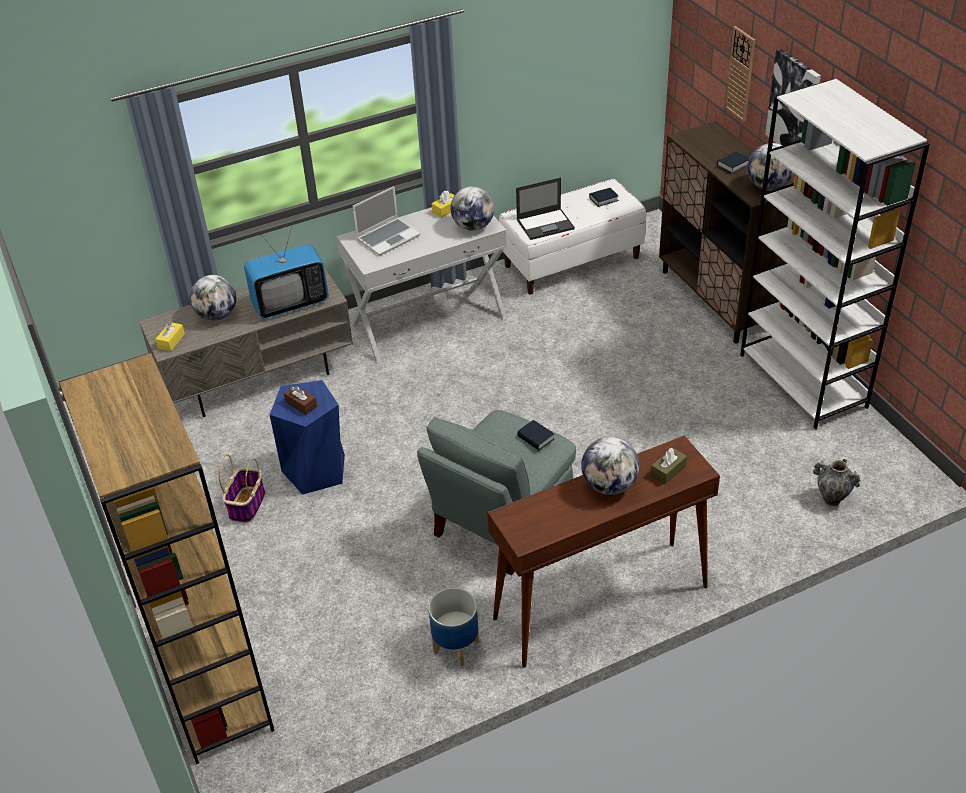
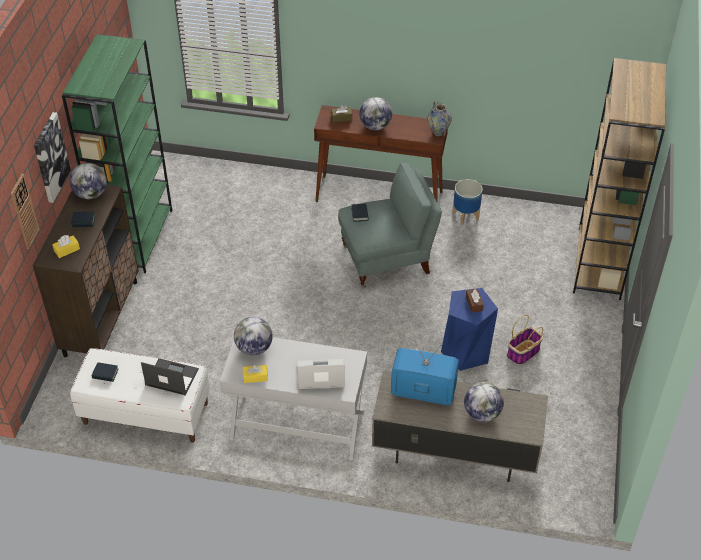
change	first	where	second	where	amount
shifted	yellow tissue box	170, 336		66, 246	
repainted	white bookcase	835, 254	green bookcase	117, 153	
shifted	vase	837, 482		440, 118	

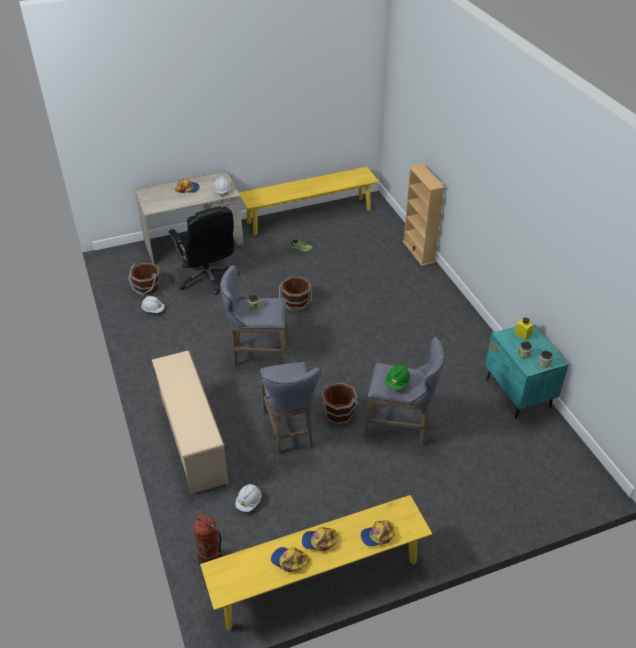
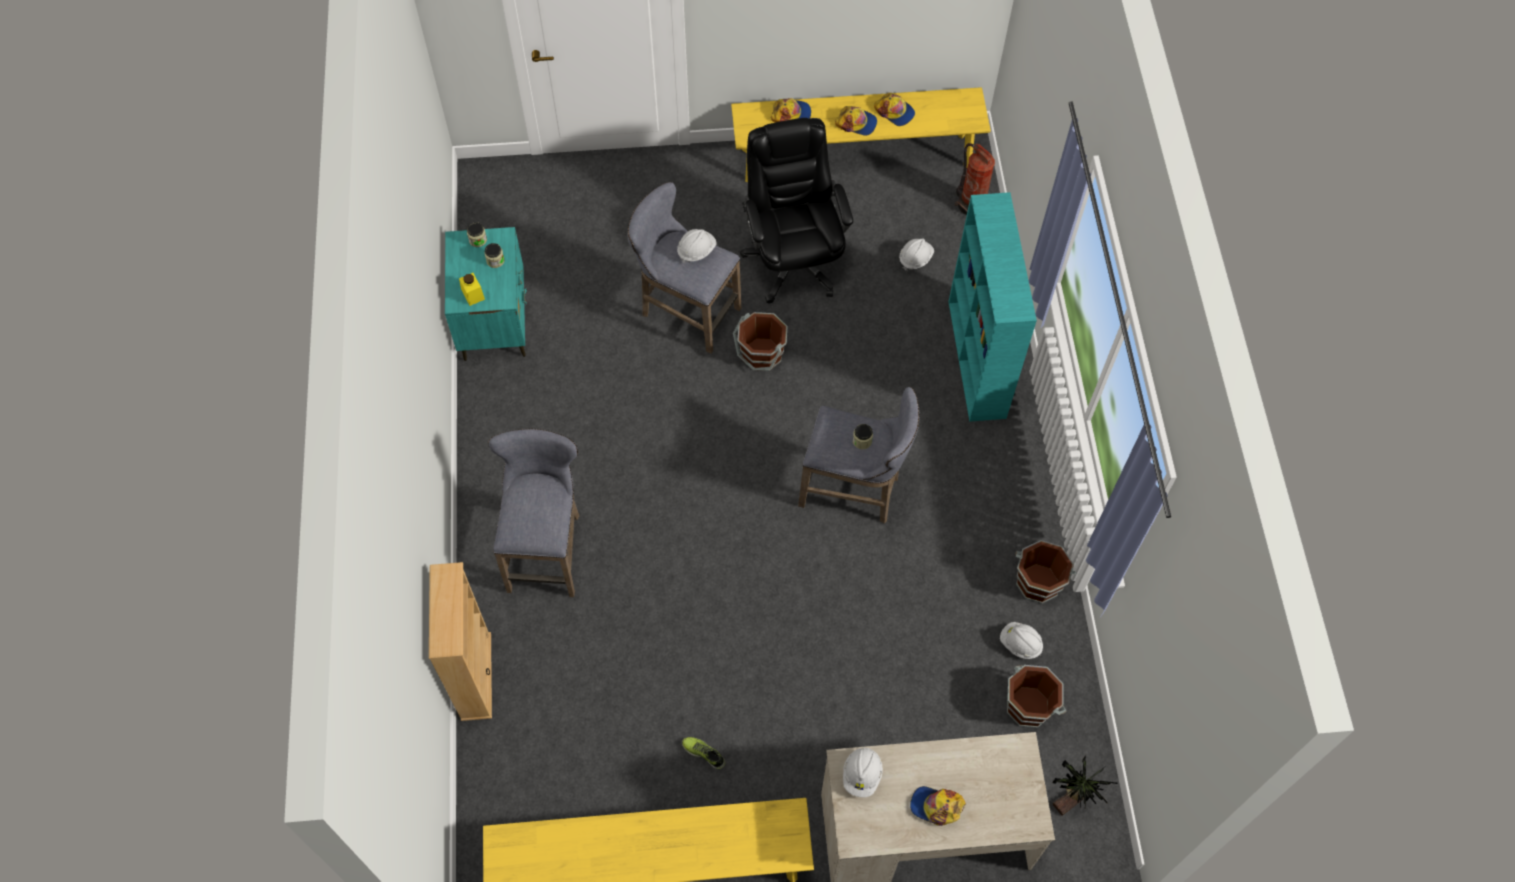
change	first	where	second	where	amount
swapped	beige shoe rack	190, 422	turquoise bookcase	992, 307	
shifted	black office chair	204, 250		796, 211	
shifted	grey stool	290, 408		533, 512	
shifted	brown bucket	295, 294		1045, 572	
repainted	green hard hat	397, 377	white hard hat	697, 246	
new			potted plant	1085, 785	

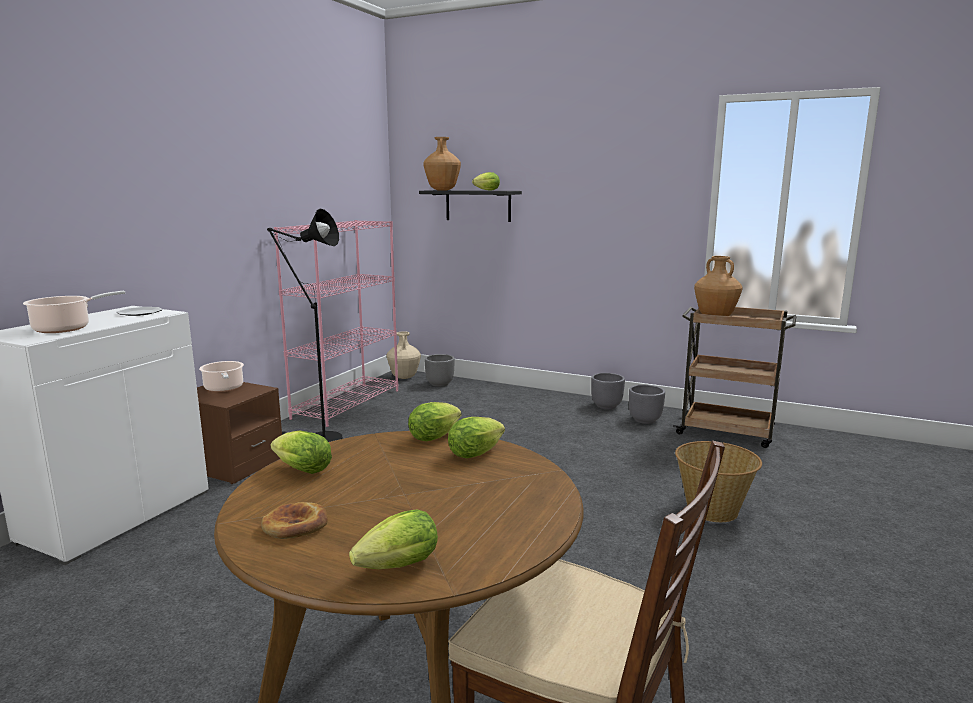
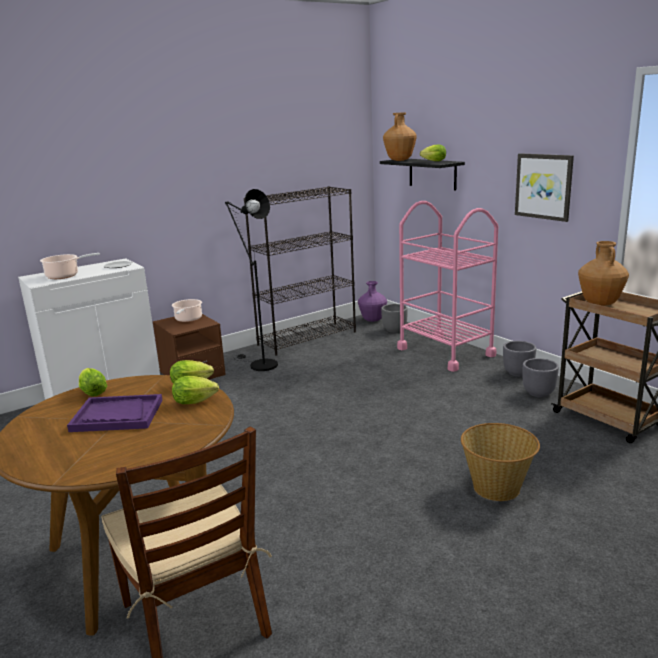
change	first	where	second	where	amount
gone	bread	294, 520			
repainted	pink bookcase	336, 323	black bookcase	300, 270	
gone	lettuce	393, 539			
repainted	beige vase	404, 355	purple vase	372, 301	
new			purple tray	115, 413	
new			pink cart	447, 286	
new			picture	544, 187	

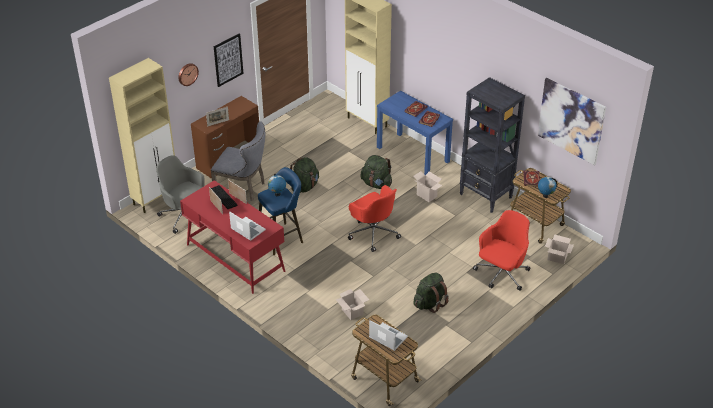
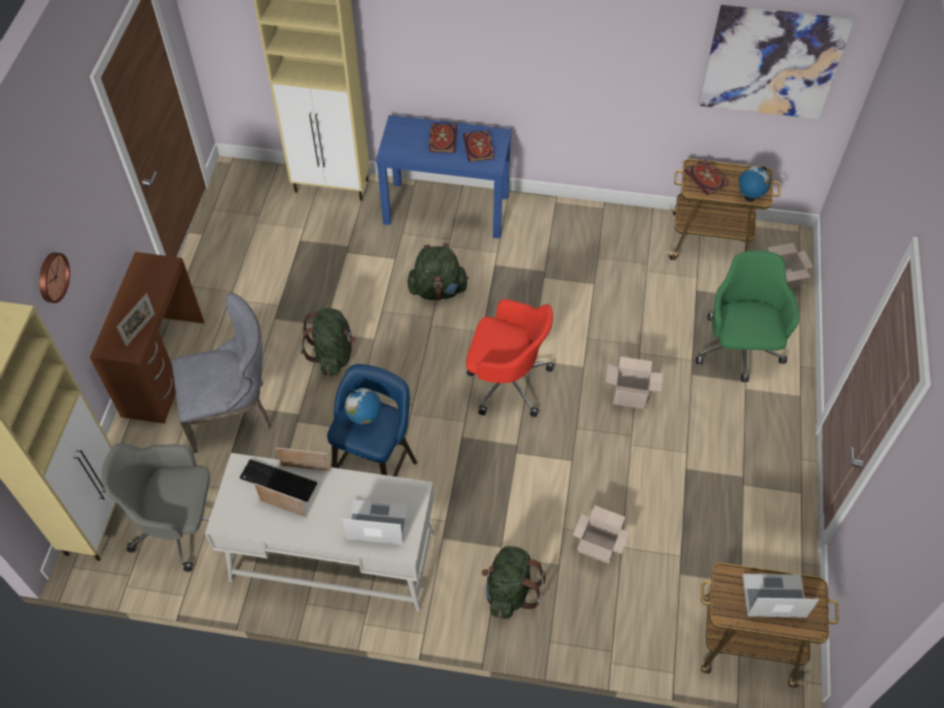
change	first	where	second	where	amount
repainted	red desk	232, 237	white desk	320, 532	
gone	picture	229, 60			
shifted	cardboard box	428, 186		634, 383	
shifted	green backpack	431, 292		514, 582	
gone	black bookcase	492, 145			
repainted	red office chair	502, 250	green office chair	748, 316	

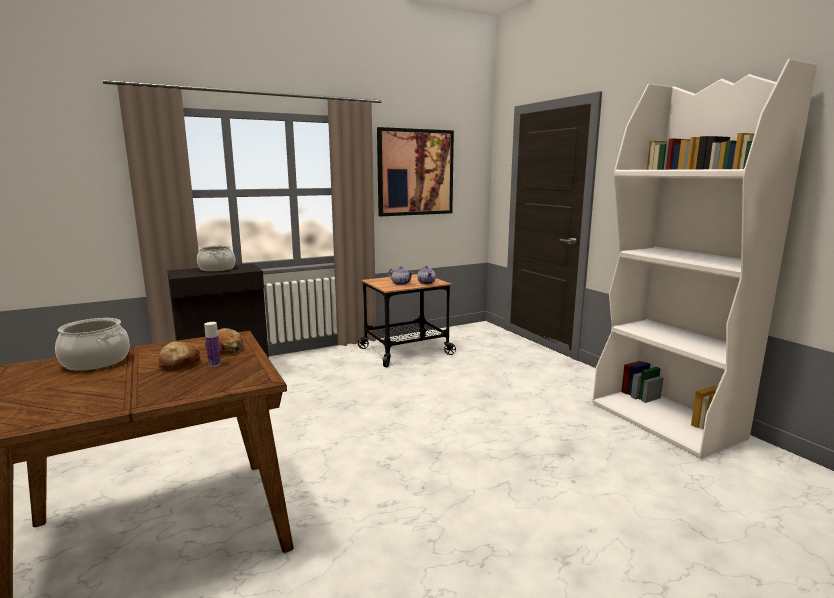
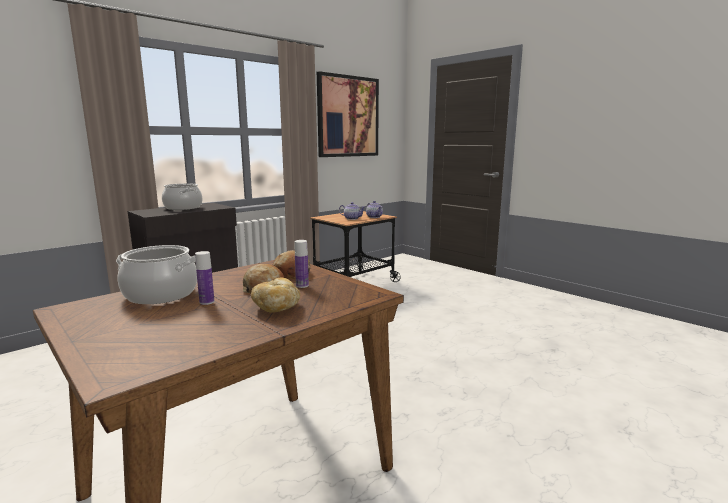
change	first	where	second	where	amount
gone	white bookcase	705, 259			
new			bottle	204, 278	
new			bread	275, 295	

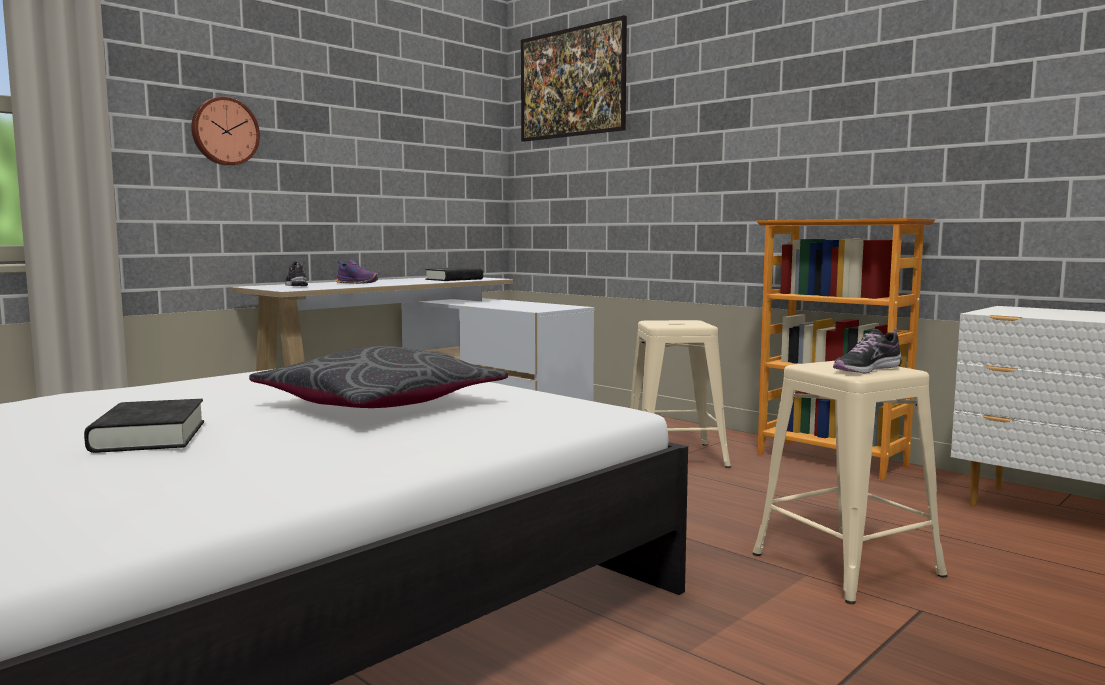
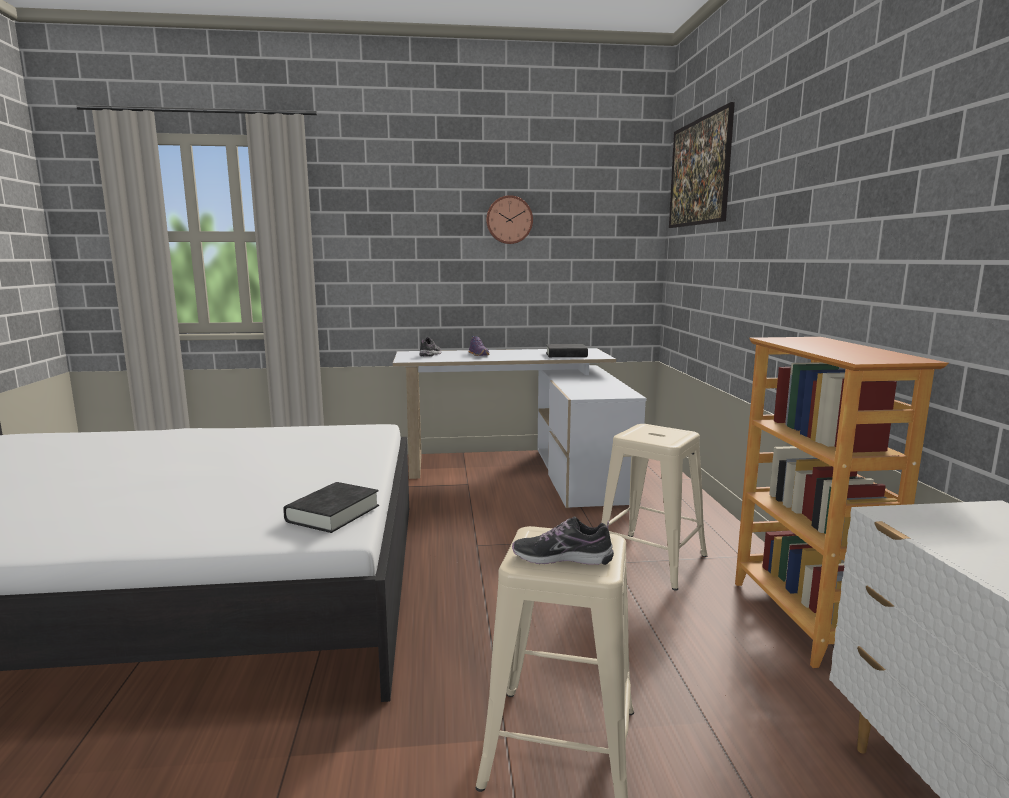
change	first	where	second	where	amount
shifted	black book	144, 426		331, 507	
shifted	wall clock	225, 131		509, 219	
gone	grey pillow	378, 377			

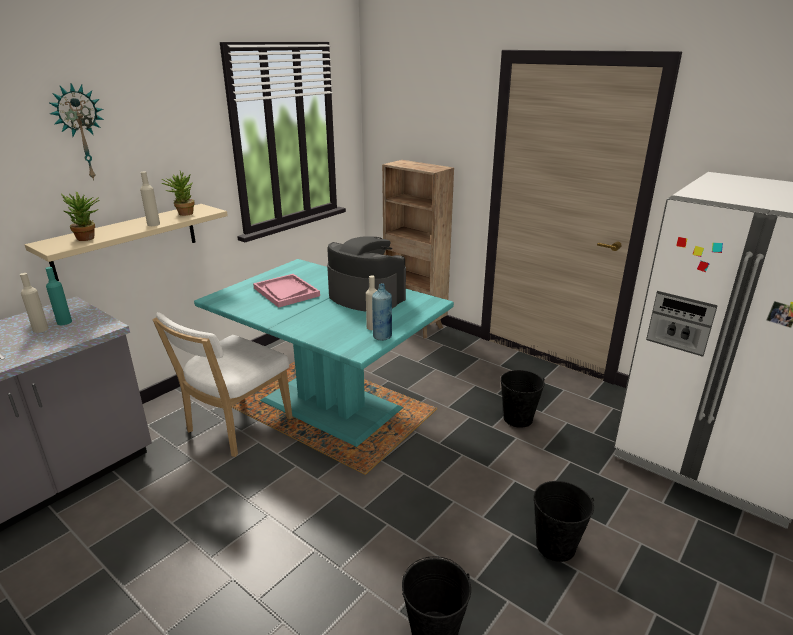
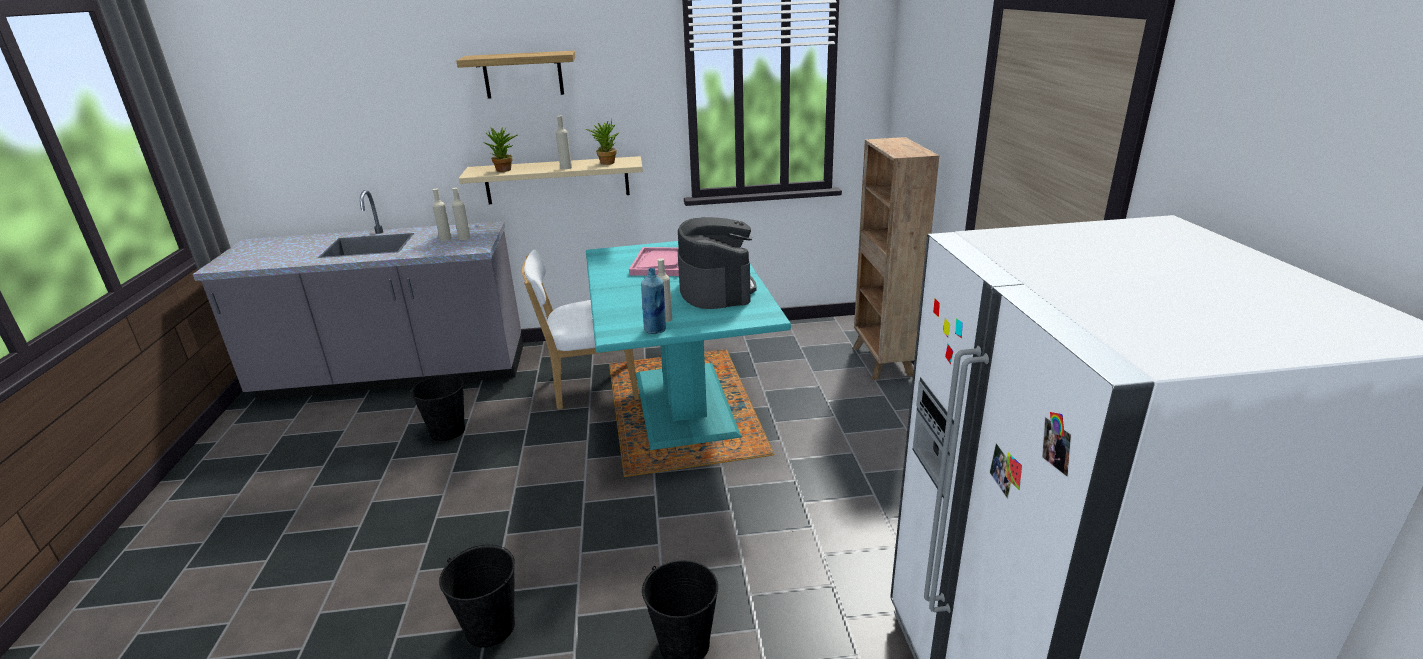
change	first	where	second	where	amount
repainted	turquoise bottle	58, 296	beige bottle	461, 214	
swapped	wall clock	76, 132	shelf	515, 75	
shifted	black bucket	523, 399		437, 408	

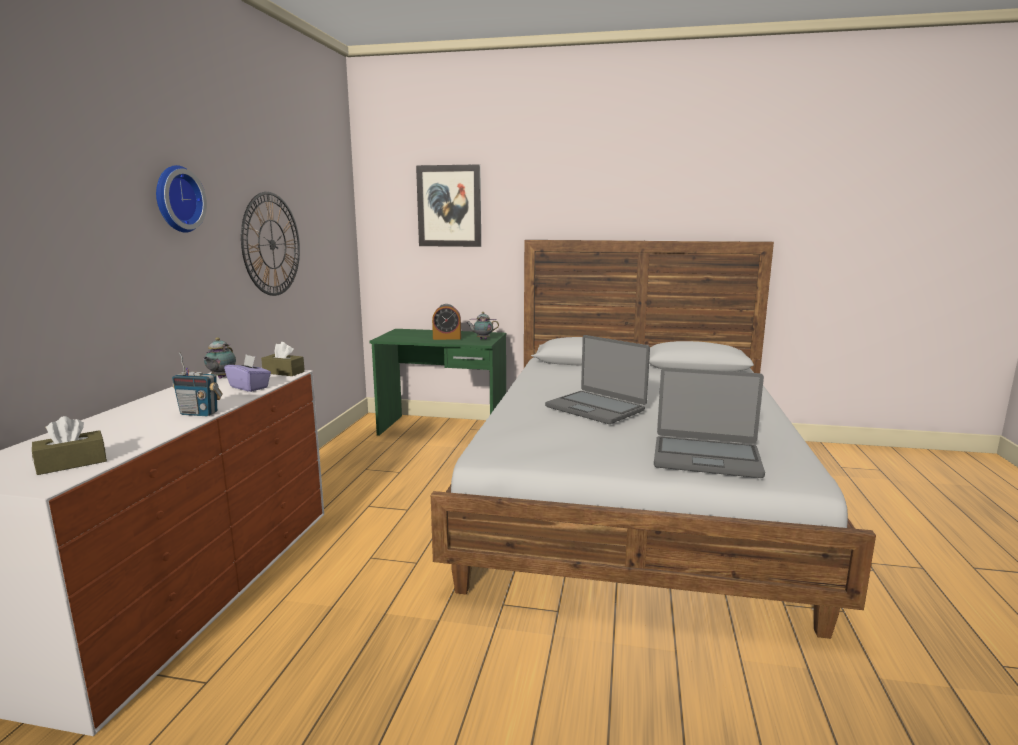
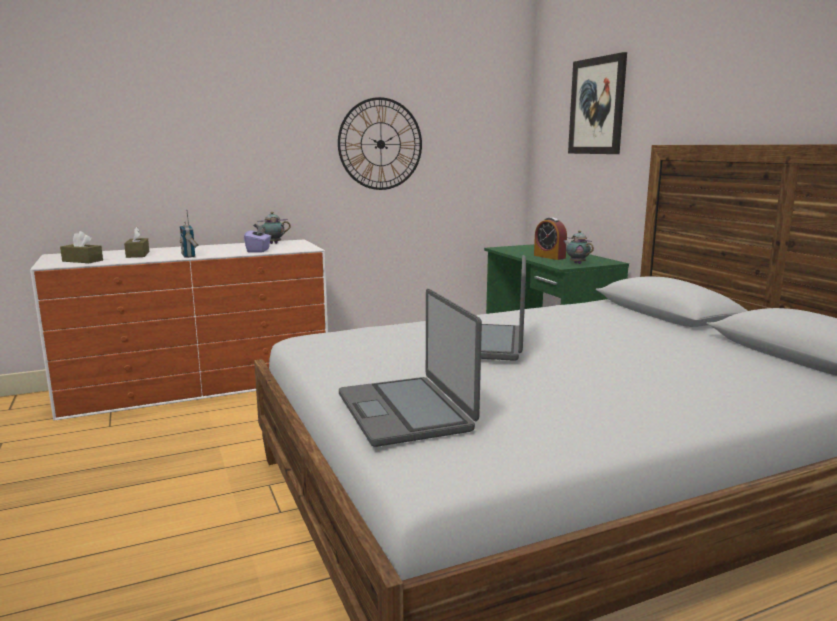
change	first	where	second	where	amount
gone	wall clock	181, 199			
shifted	brown tissue box	283, 359		137, 242	

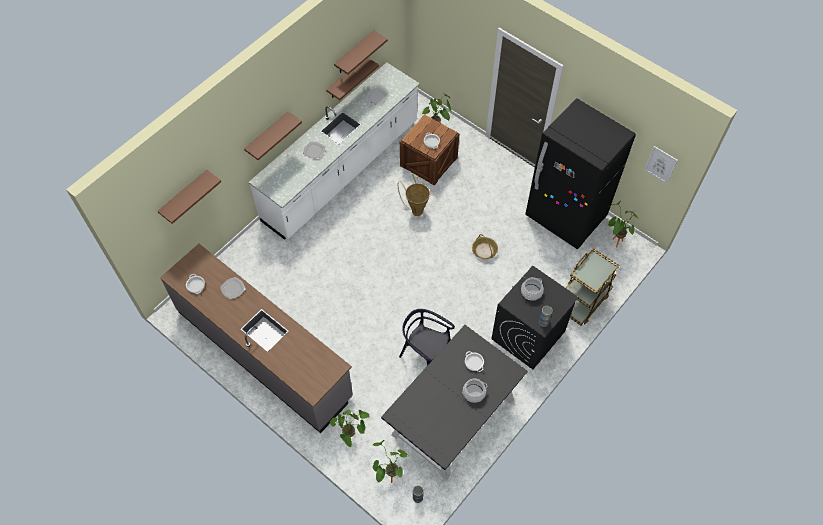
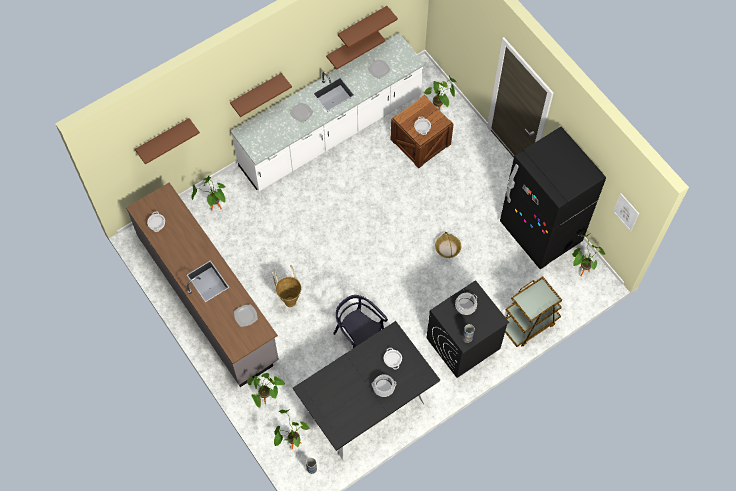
change	first	where	second	where	amount
shifted	plate	233, 288		246, 315	
shifted	basket	414, 195		287, 286	
new			potted plant	208, 193	

